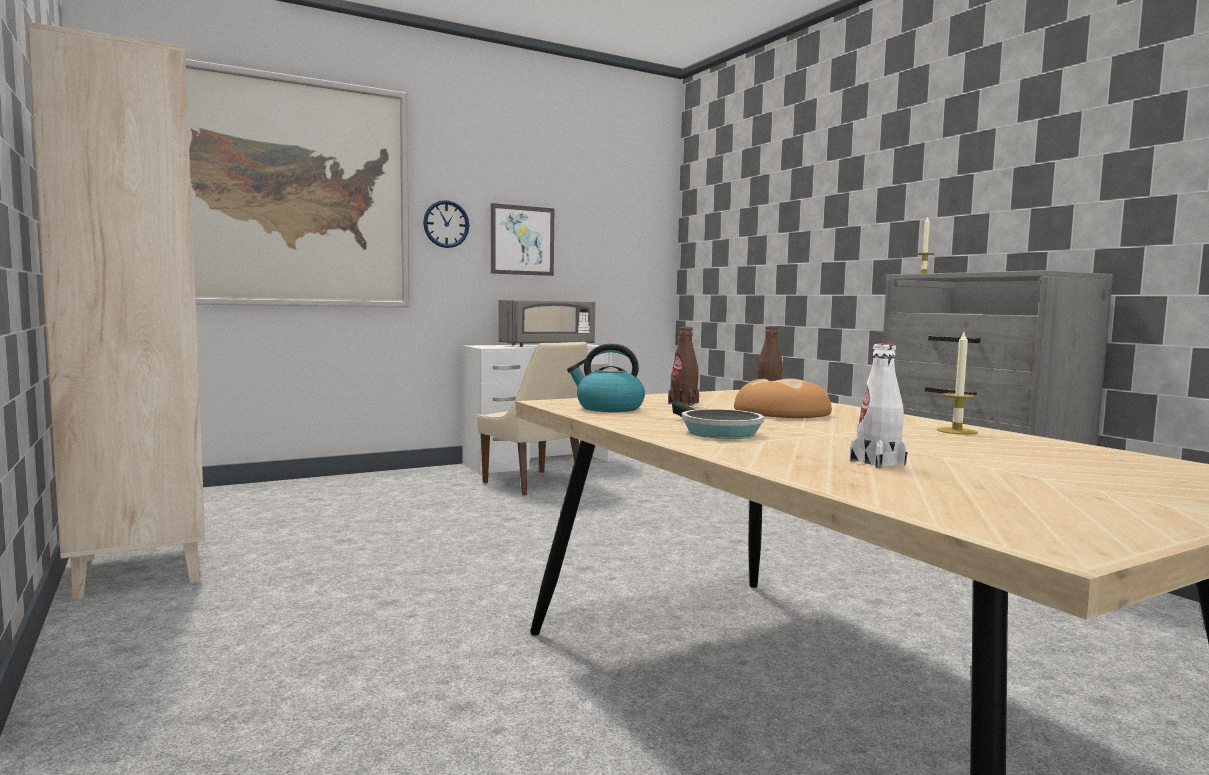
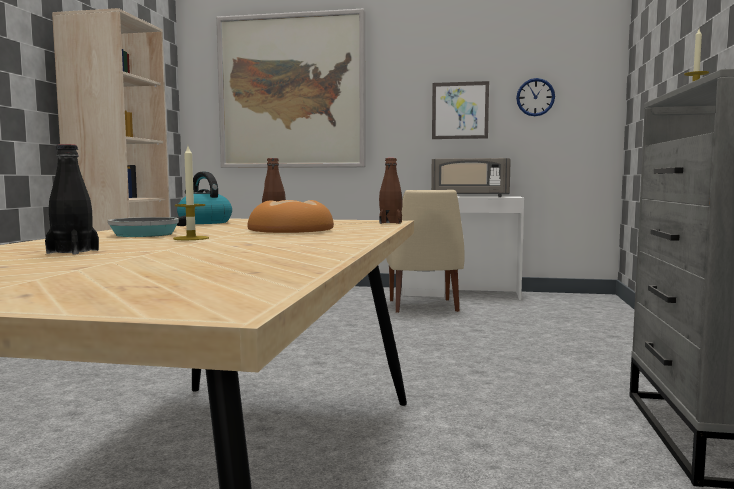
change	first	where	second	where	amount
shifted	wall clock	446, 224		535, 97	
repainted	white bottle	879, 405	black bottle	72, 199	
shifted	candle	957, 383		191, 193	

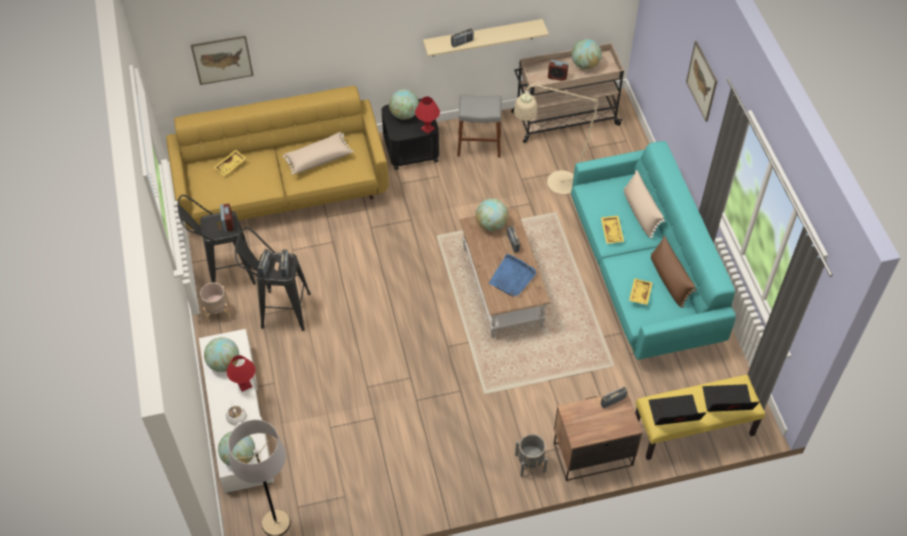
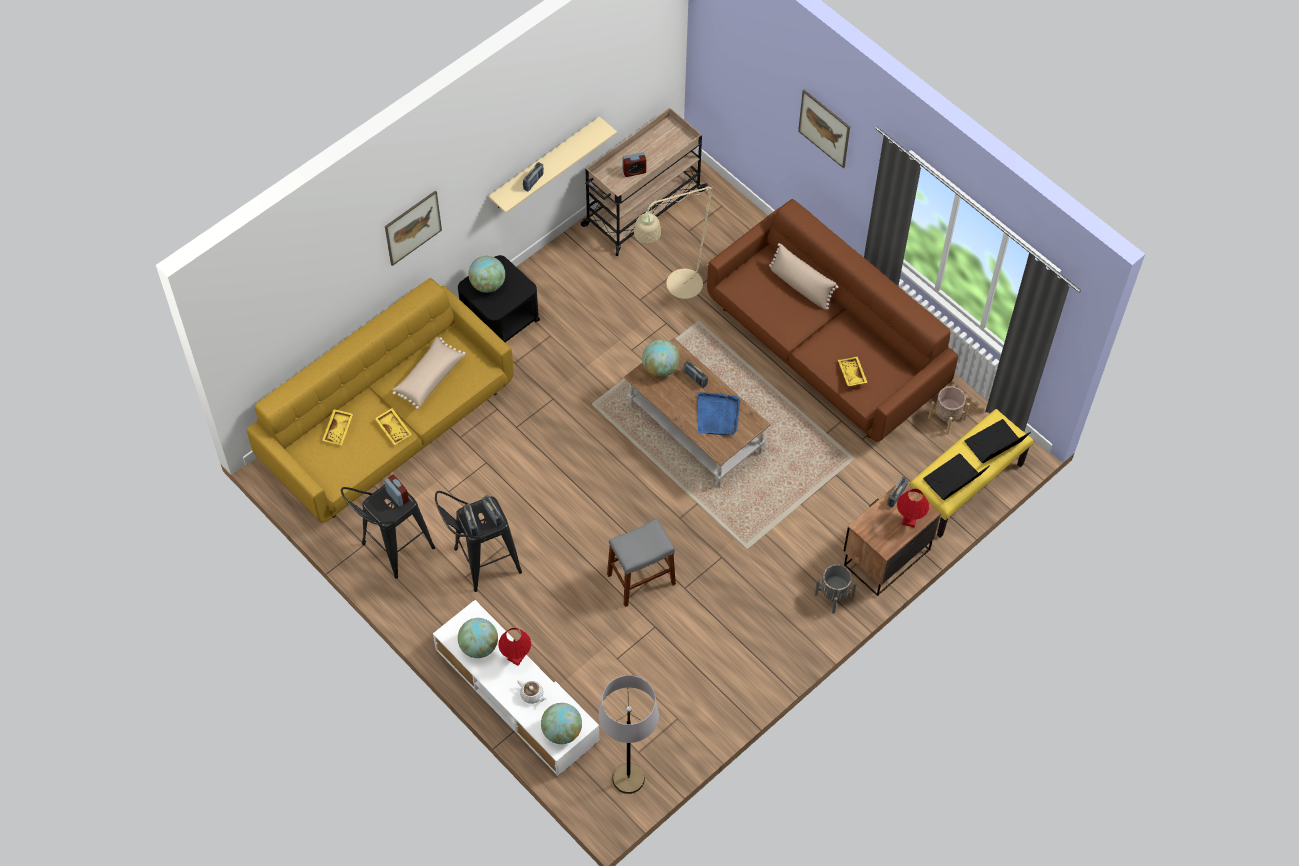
change	first	where	second	where	amount
shifted	picture	222, 60		413, 228	
shifted	beige planter	215, 303		948, 410	
shifted	red table lamp	427, 115		913, 508	
shifted	grey stool	479, 126		641, 562	
gone	globe	586, 54			
repainted	turquoise sofa	653, 250	brown sofa	832, 320	
shifted	yellow tray	612, 230		393, 426	
gone	brown pillow	674, 272			

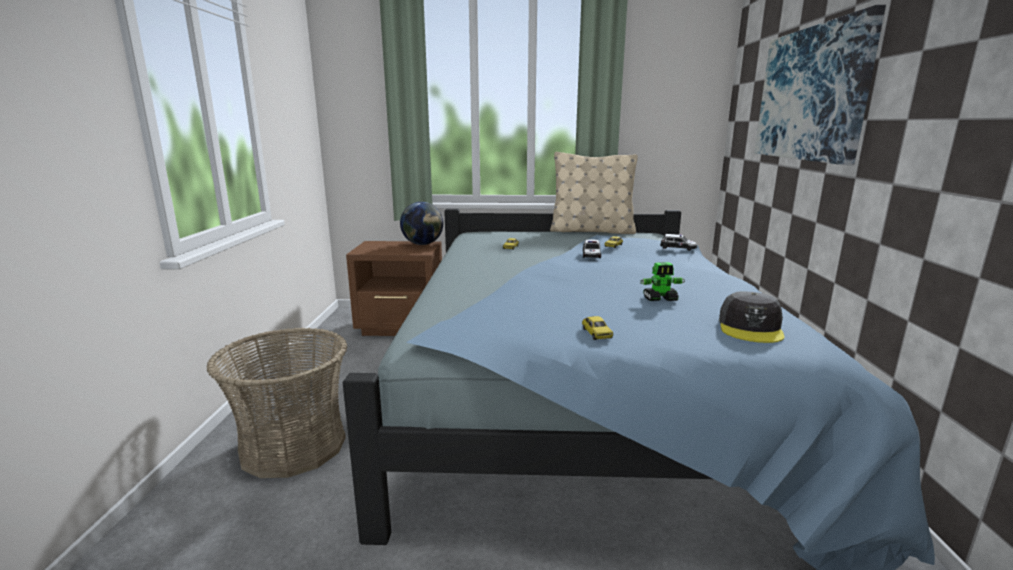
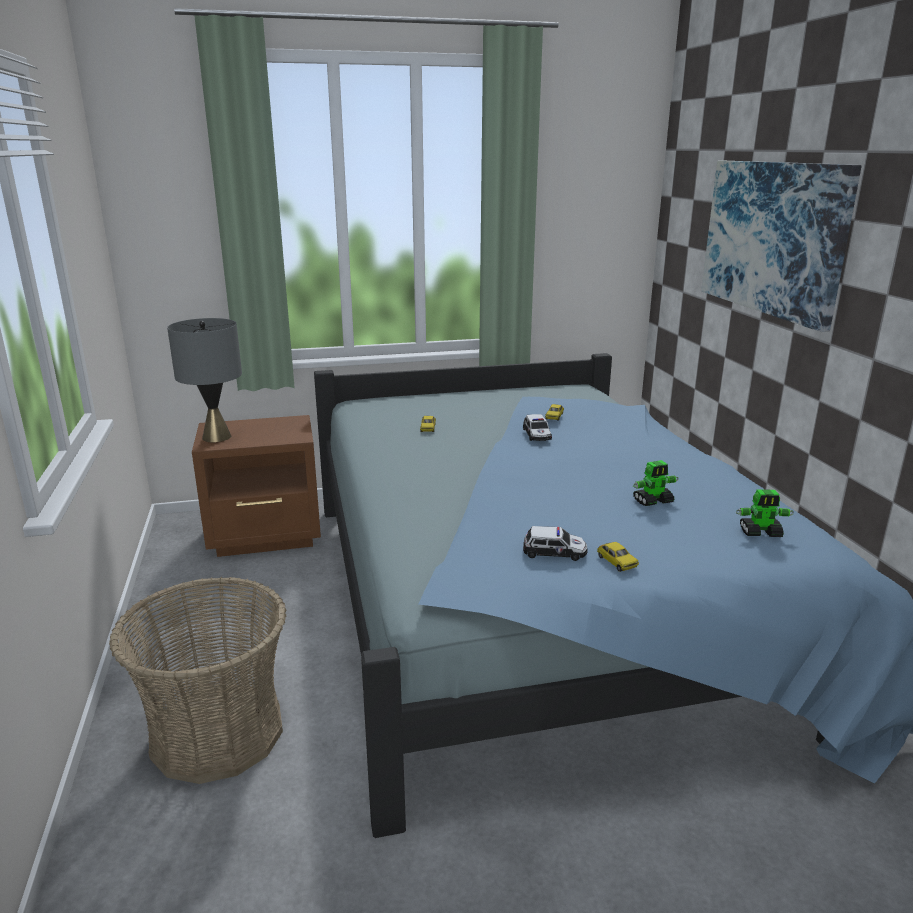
change	first	where	second	where	amount
gone	globe	421, 223			
gone	beige pillow	594, 193			
shifted	toy car	678, 242		555, 543	
swapped	grey cap	751, 317	toy robot	765, 513	
new			grey table lamp	204, 380	

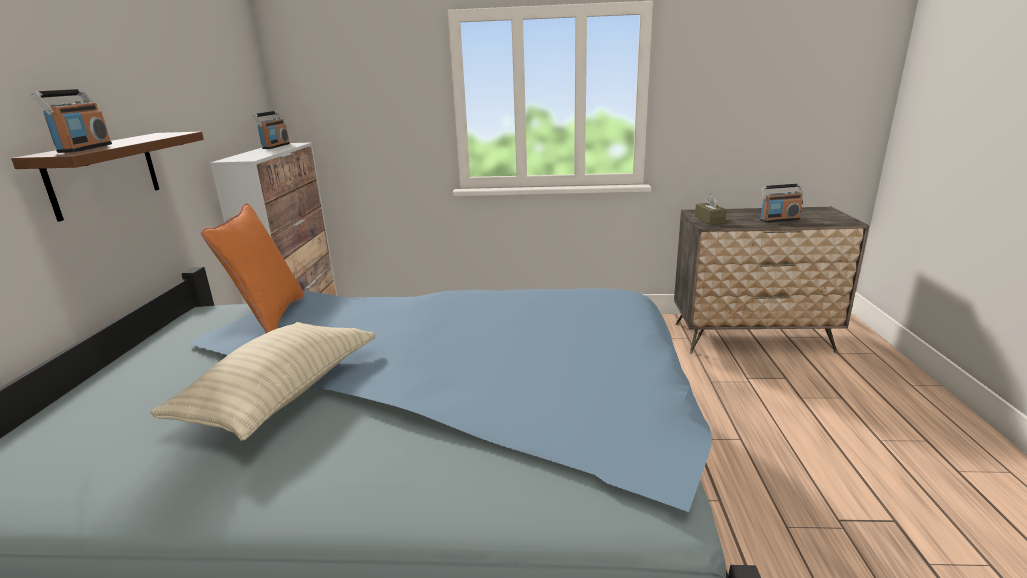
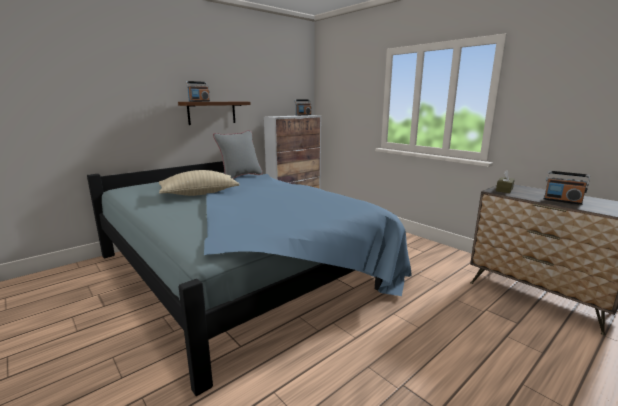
change	first	where	second	where	amount
repainted	orange pillow	252, 268	grey pillow	238, 154	

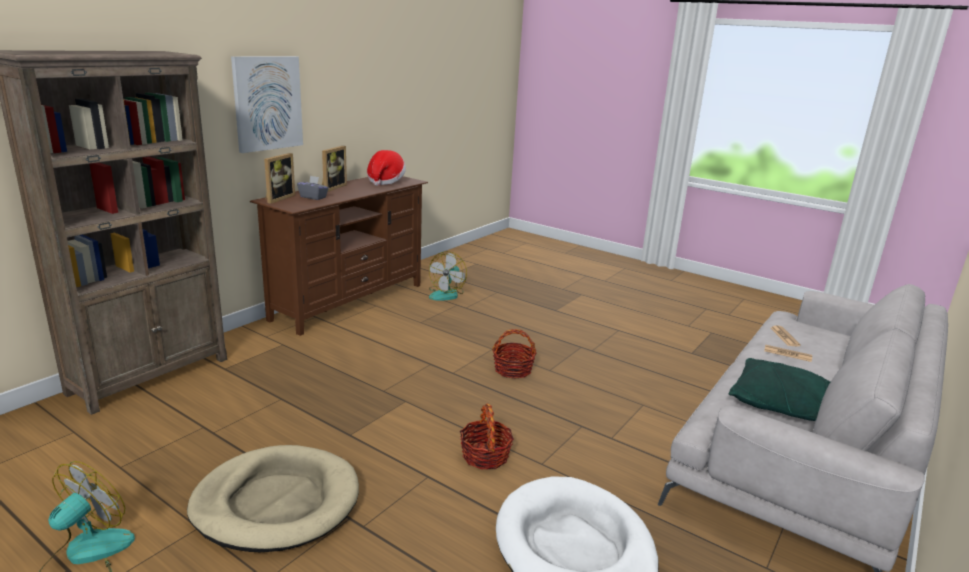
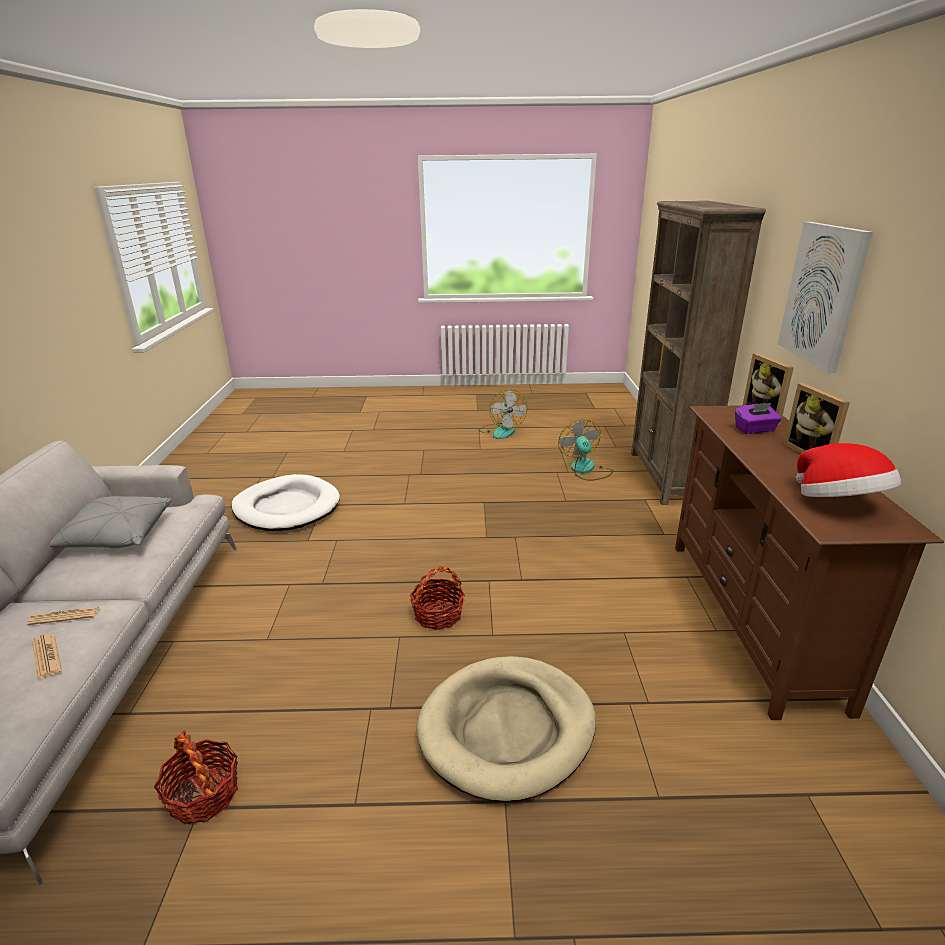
change	first	where	second	where	amount
shifted	beige dog bed	273, 498		506, 729	
repainted	grey tissue box	313, 188	purple tissue box	758, 418	
shifted	fan	448, 276		585, 450	
shifted	basket	487, 436		196, 778	
repainted	green pillow	779, 389	grey pillow	111, 522	

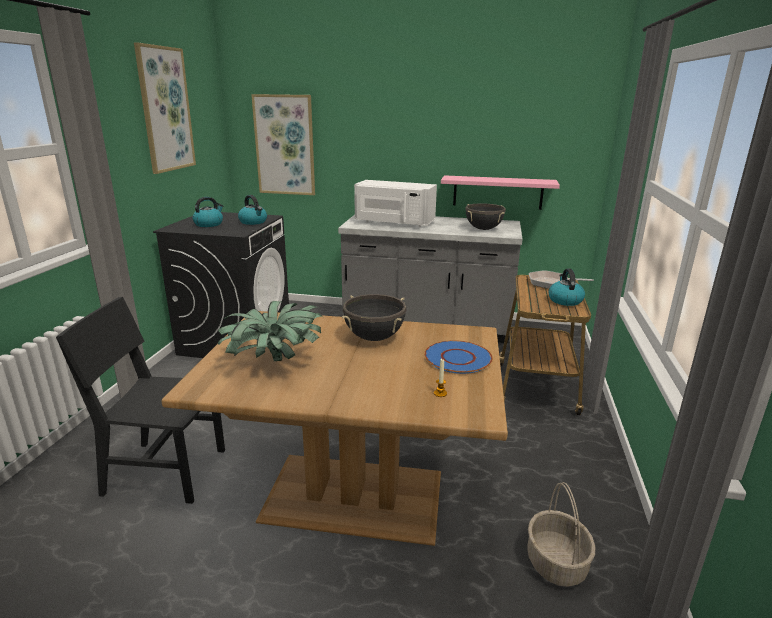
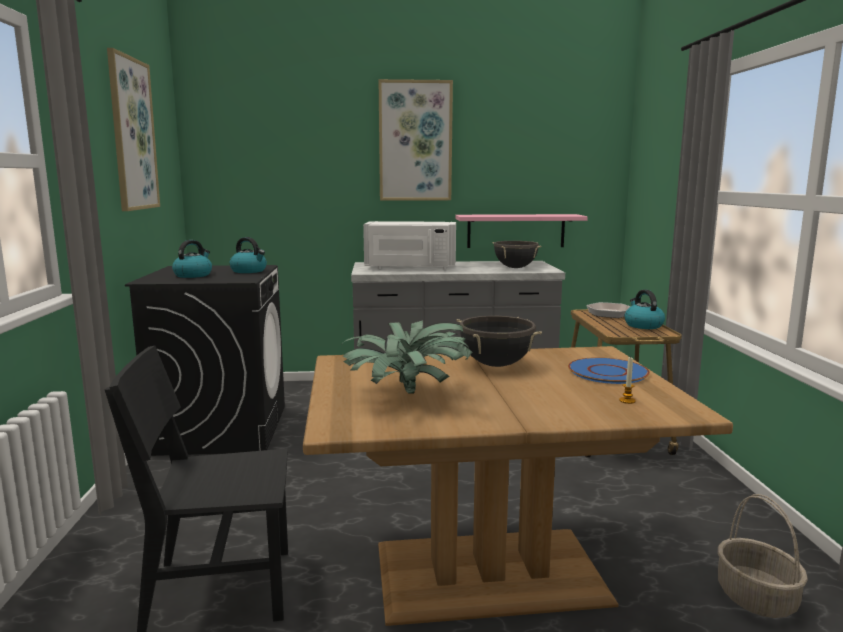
change	first	where	second	where	amount
shifted	picture	283, 144		416, 140	

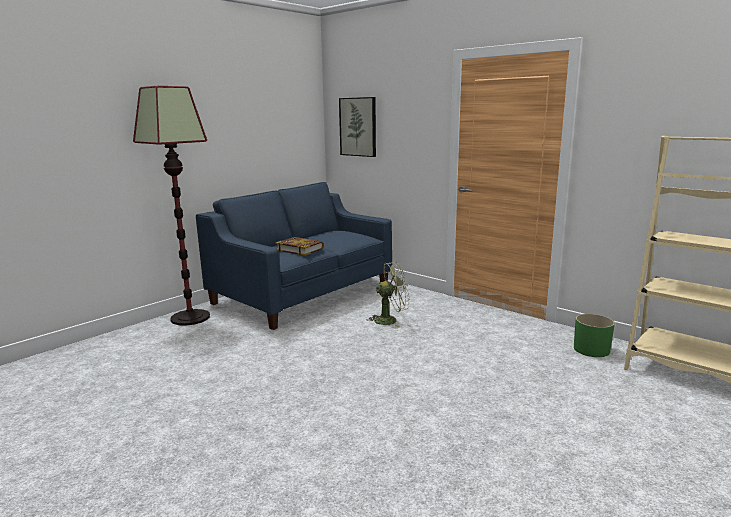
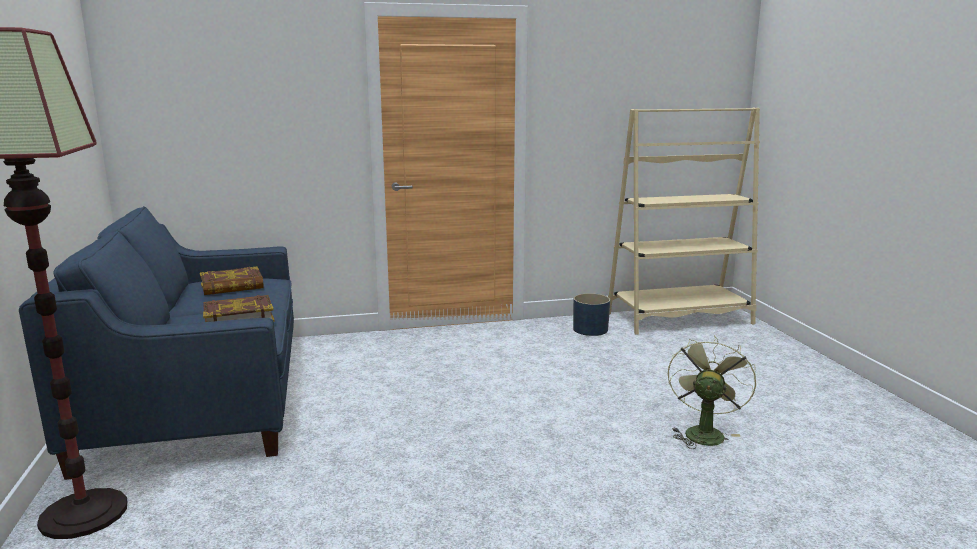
change	first	where	second	where	amount
gone	picture	357, 127			
shifted	green fan	389, 295		712, 392	
repainted	green planter	594, 335	blue planter	591, 314	
new			book	232, 281	

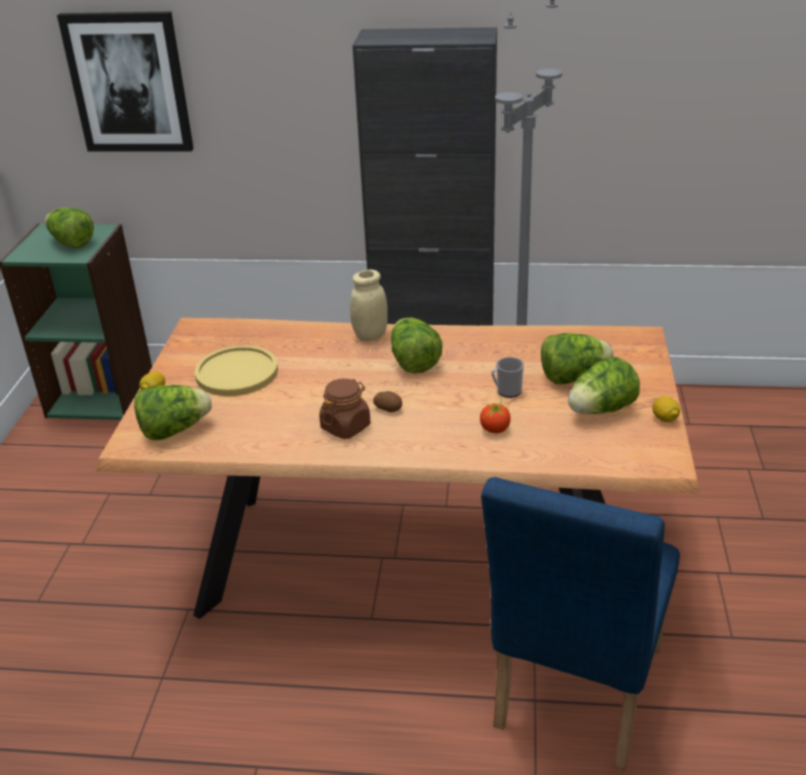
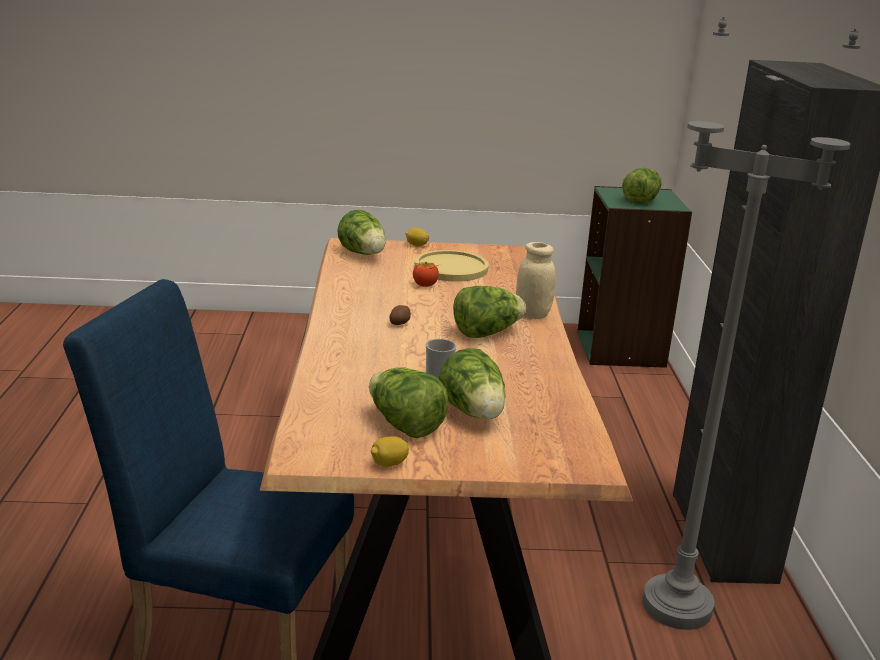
change	first	where	second	where	amount
gone	picture	125, 82			
gone	brown jar	344, 408			
shifted	tomato	495, 415		426, 274	

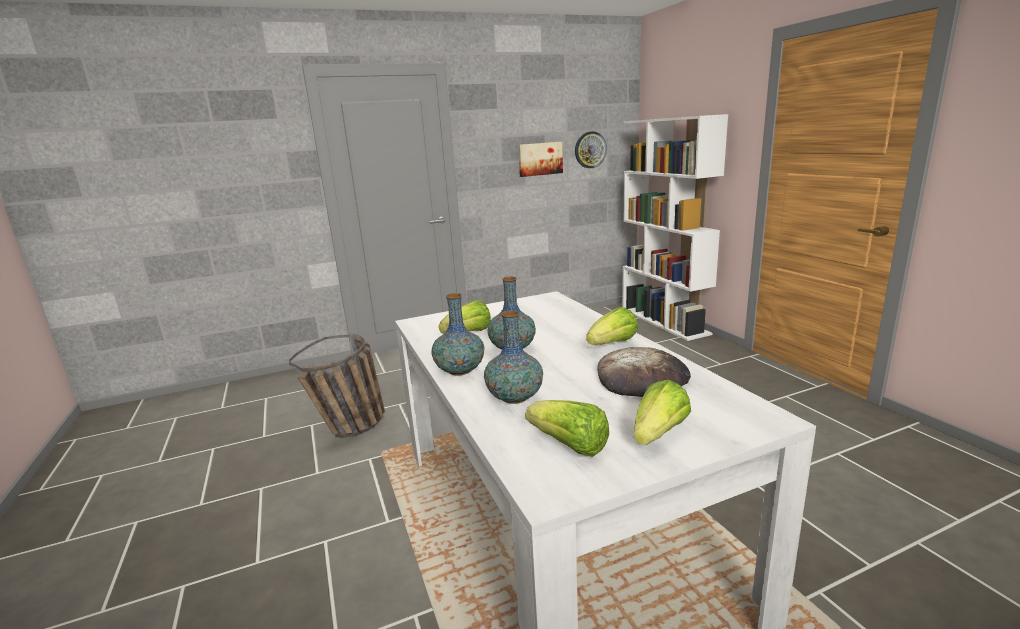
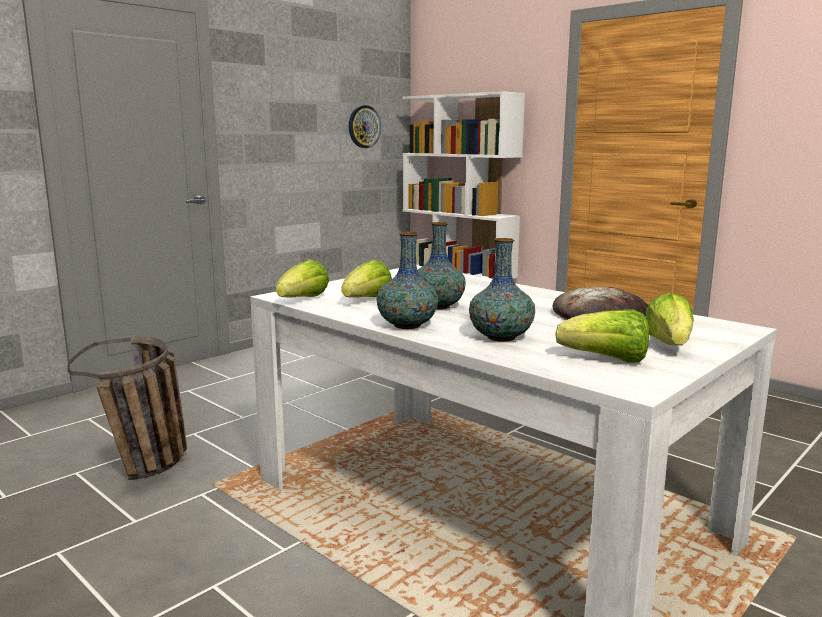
change	first	where	second	where	amount
gone	picture	540, 159			
shifted	lettuce	612, 326		302, 278	

